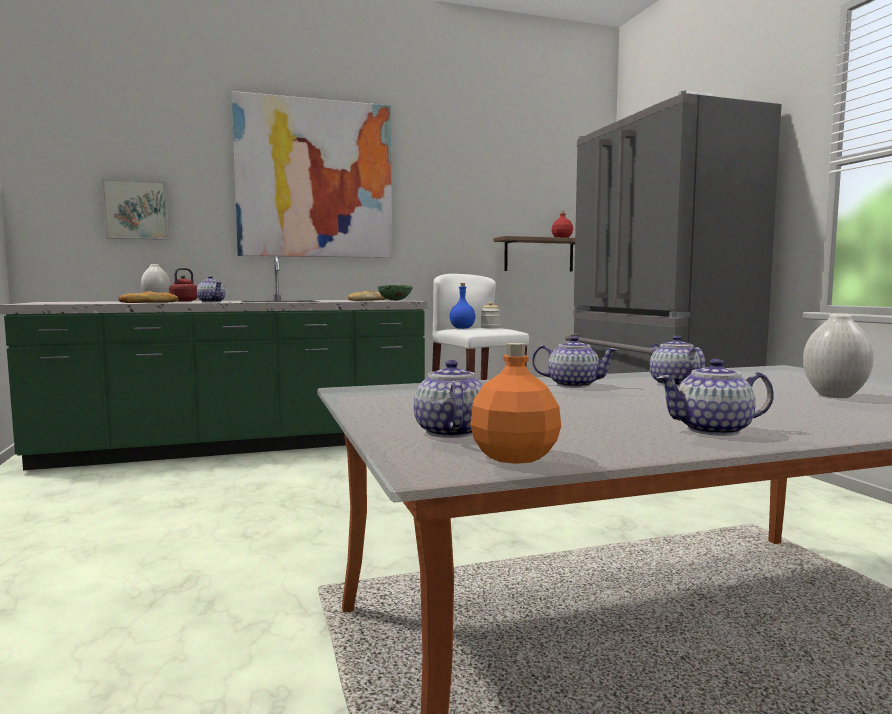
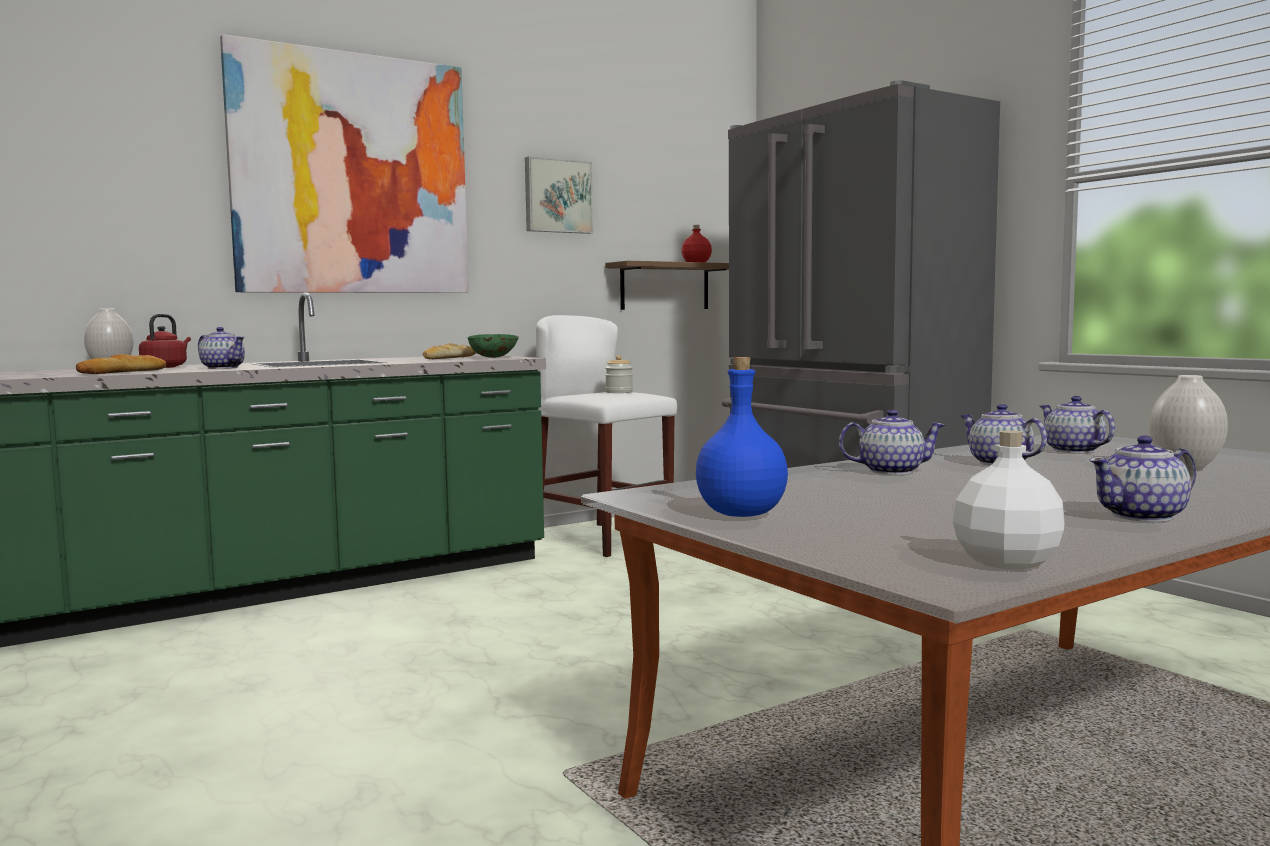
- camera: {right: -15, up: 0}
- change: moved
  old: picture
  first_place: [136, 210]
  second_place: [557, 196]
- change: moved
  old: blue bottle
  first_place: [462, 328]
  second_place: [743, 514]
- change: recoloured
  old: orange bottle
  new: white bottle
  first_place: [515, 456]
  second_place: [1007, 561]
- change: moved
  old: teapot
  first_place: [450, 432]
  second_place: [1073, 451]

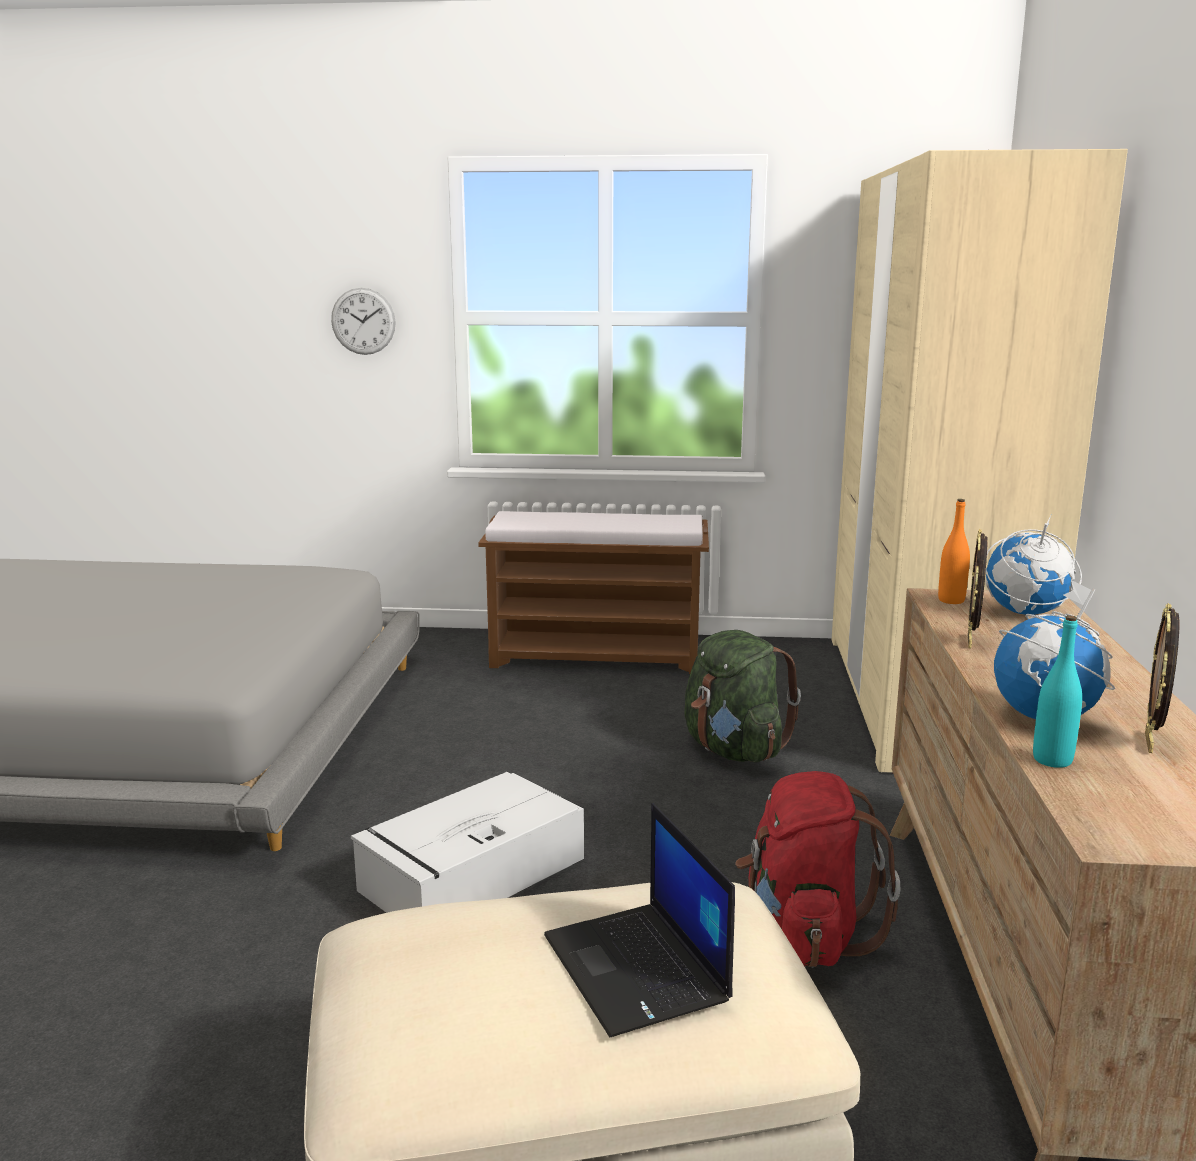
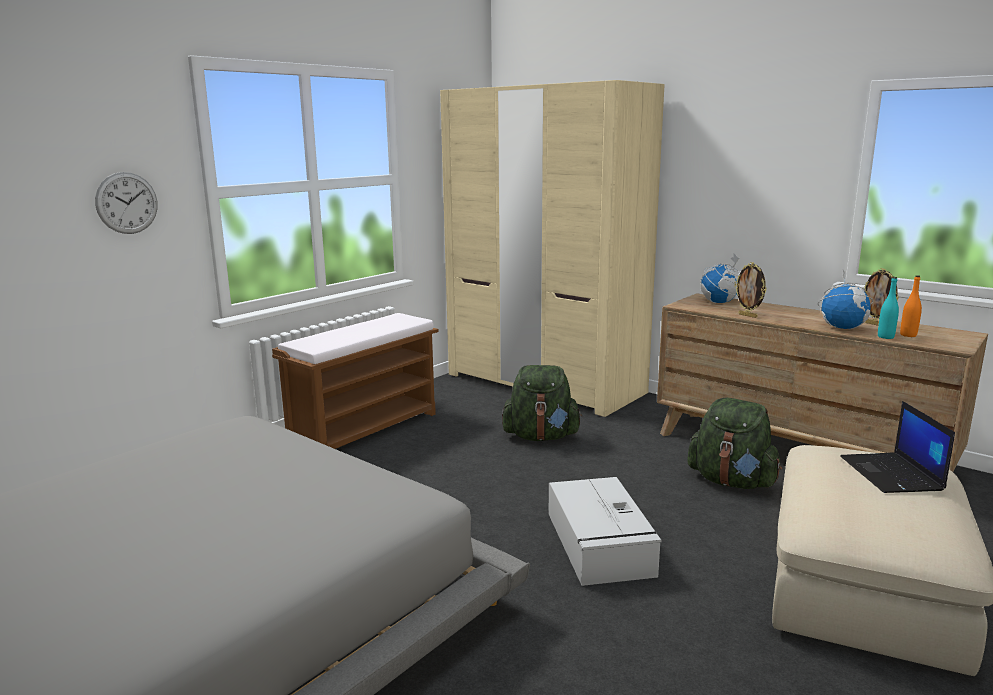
- camera: {right: -55, up: 0}
- change: moved
  old: orange bottle
  first_place: [951, 600]
  second_place: [908, 335]
- change: recoloured
  old: red backpack
  new: green backpack
  first_place: [804, 936]
  second_place: [732, 481]
- change: turned
  old: laptop
  first_place: [638, 969]
  second_place: [892, 474]
  degrees: 75

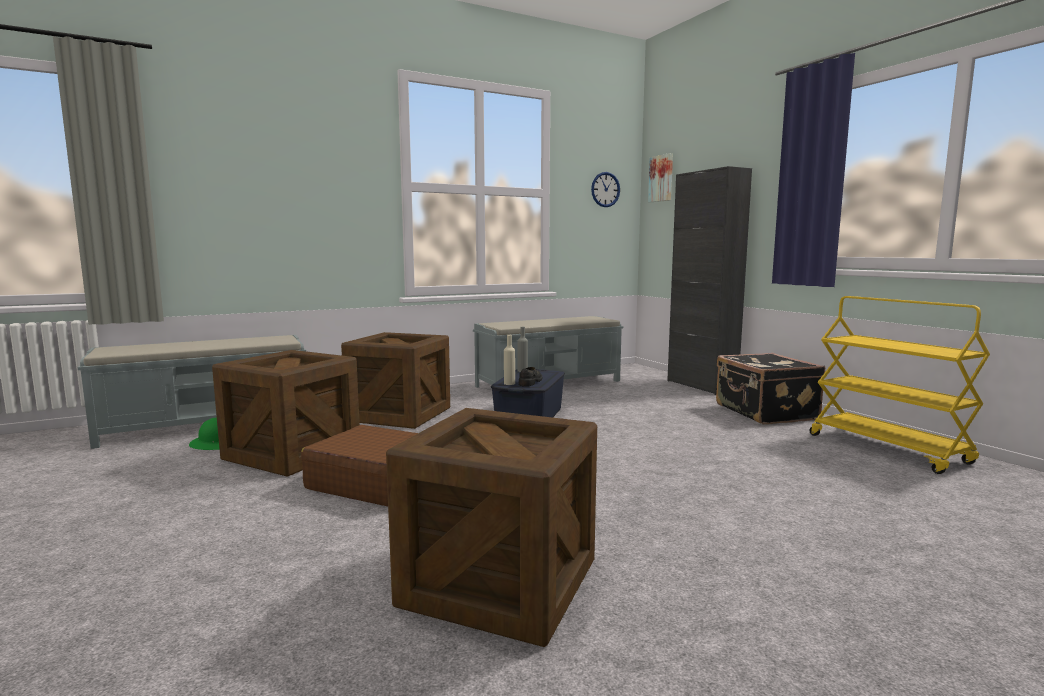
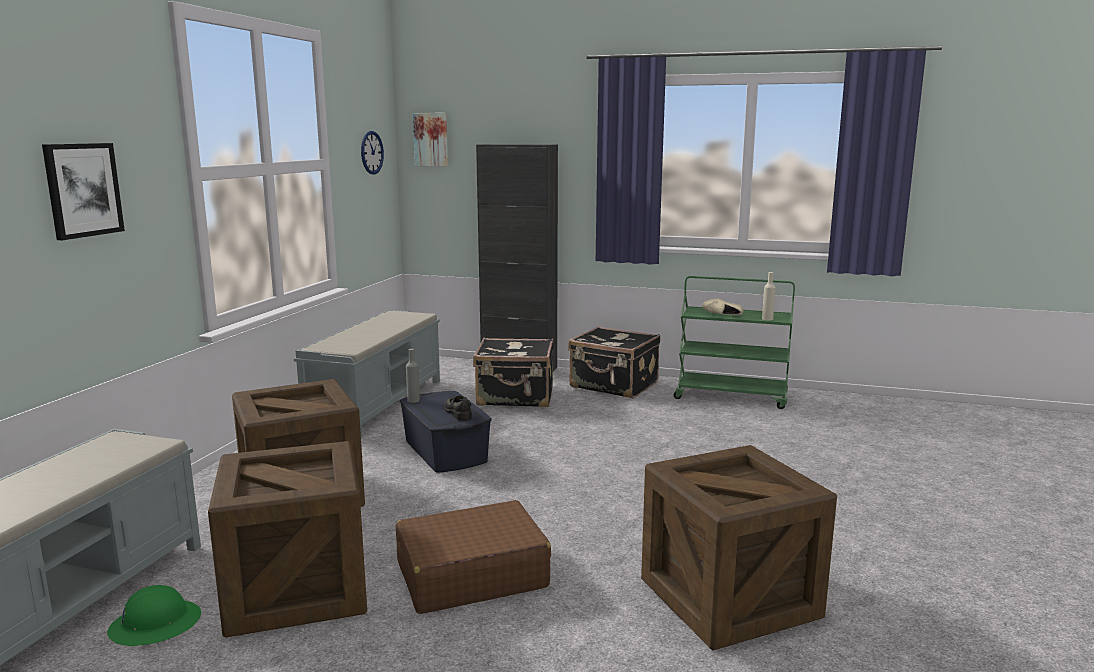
- camera: {right: -45, up: 5}
- change: recoloured
  old: yellow cart
  new: green cart
  first_place: [888, 449]
  second_place: [731, 397]
- change: moved
  old: beige bottle
  first_place: [509, 383]
  second_place: [767, 319]
- change: added
  new: picture
  second_place: [83, 190]
- change: added
  new: beige shoe
  second_place: [723, 315]
- change: added
  new: black suitcase
  second_place: [516, 397]

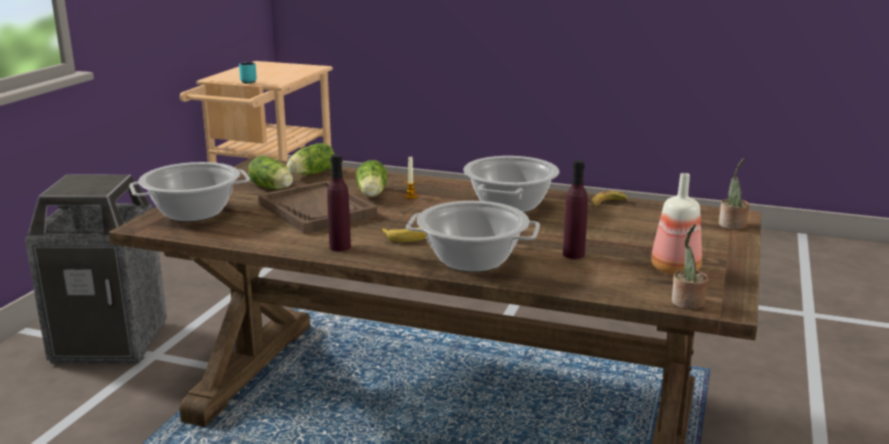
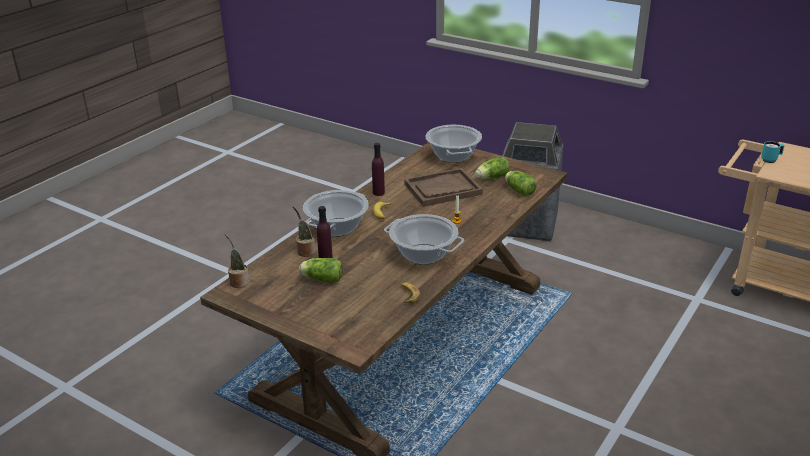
- camera: {right: 105, up: 10}
- change: moved
  old: potted plant
  first_place: [732, 225]
  second_place: [305, 251]
- change: moved
  old: lettuce
  first_place: [371, 195]
  second_place: [321, 279]
- change: removed
  old: bottle
  first_place: [675, 270]

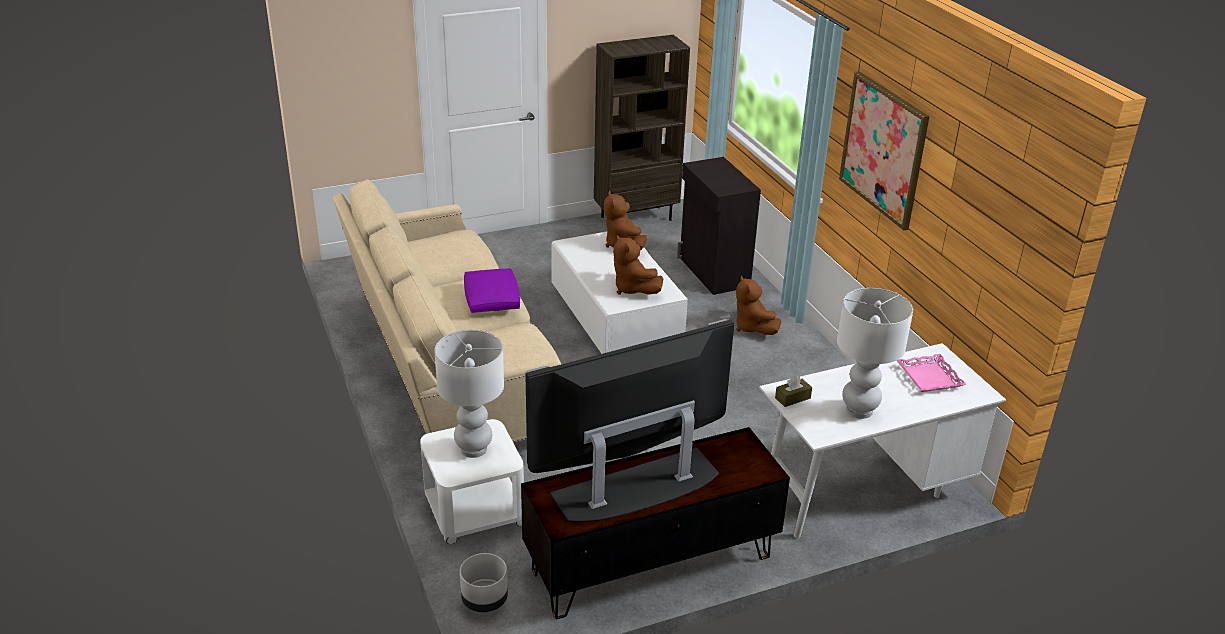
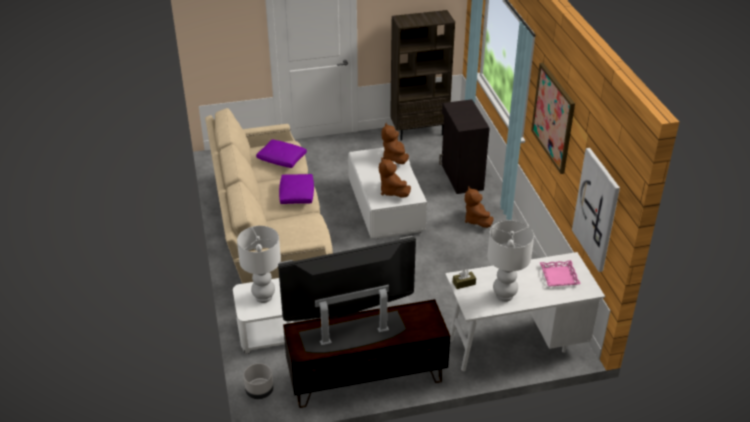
- camera: {right: 10, up: 5}
- change: added
  new: purple pillow
  second_place: [282, 159]
- change: added
  new: picture
  second_place: [597, 209]

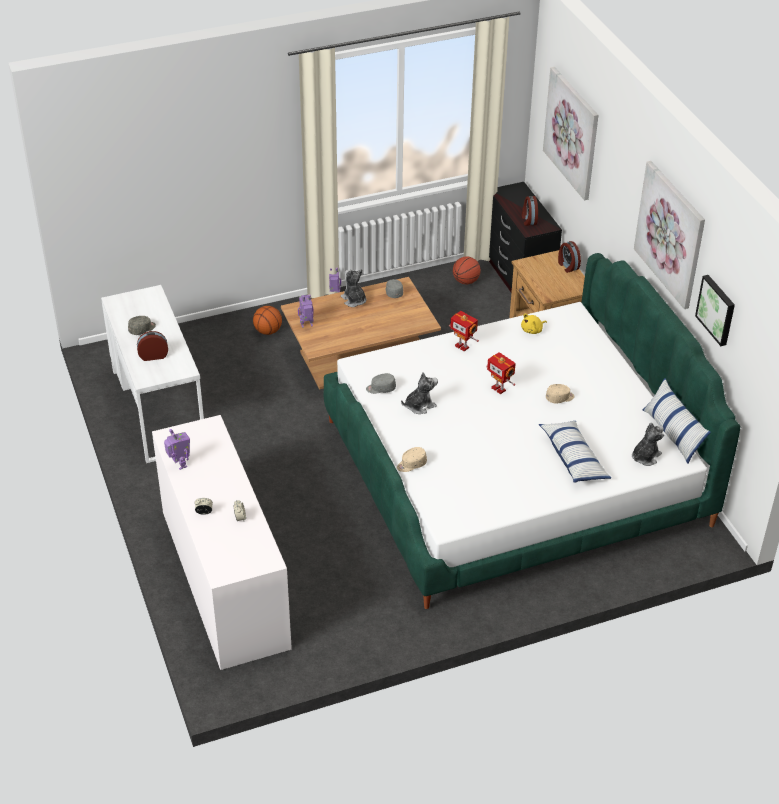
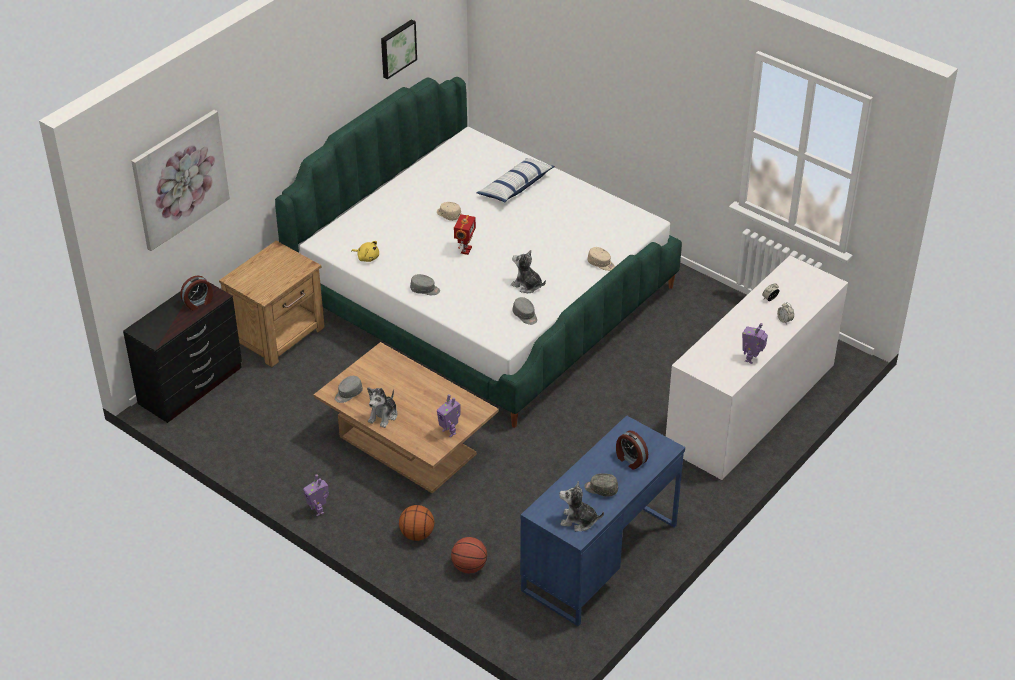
- camera: {right: -120, up: 0}
- change: removed
  old: picture
  first_place: [670, 234]
- change: removed
  old: alarm clock
  first_place: [567, 266]
- change: moved
  old: basketball
  first_place: [466, 281]
  second_place: [469, 566]
- change: recoloured
  old: white desk
  new: blue desk
  first_place: [159, 408]
  second_place: [599, 557]
- change: replaced
  old: toy robot
  new: grey cap
  first_place: [462, 346]
  second_place: [425, 290]
- change: removed
  old: pillow
  first_place: [672, 433]
- change: moved
  old: plush toy
  first_place: [645, 456]
  second_place: [578, 521]

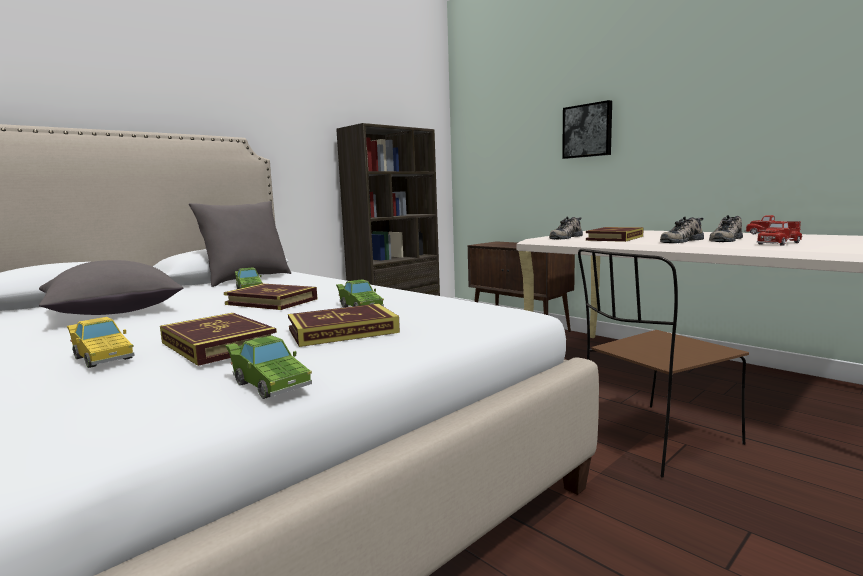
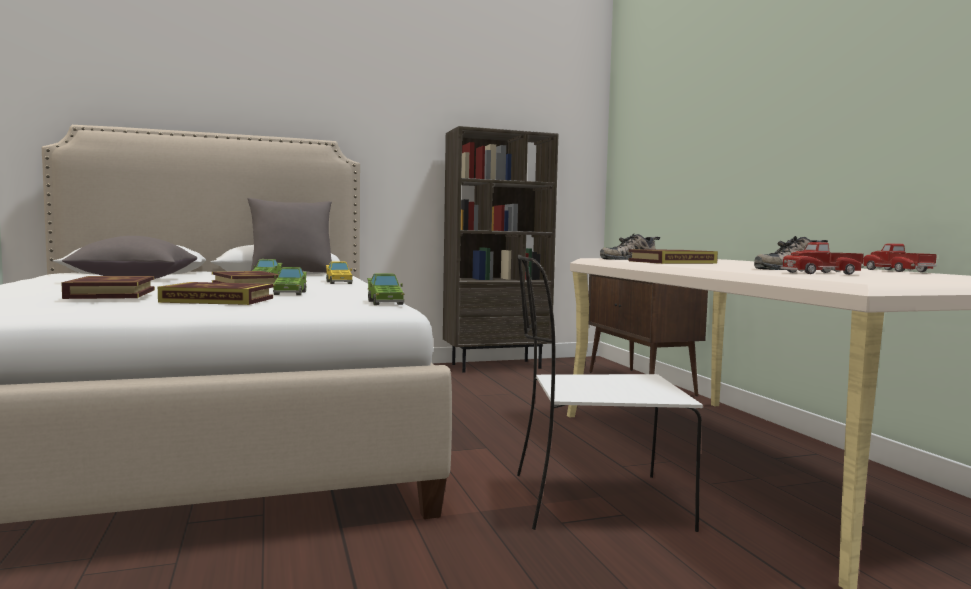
- camera: {right: 25, up: -5}
- change: removed
  old: picture
  first_place: [587, 131]
- change: removed
  old: shoe
  first_place: [680, 240]
- change: recoloured
  old: brown chair
  new: white chair
  first_place: [653, 439]
  second_place: [593, 502]
- change: moved
  old: yellow toy car
  first_place: [102, 357]
  second_place: [338, 282]
- change: moved
  old: green toy car
  first_place: [268, 383]
  second_place: [384, 302]

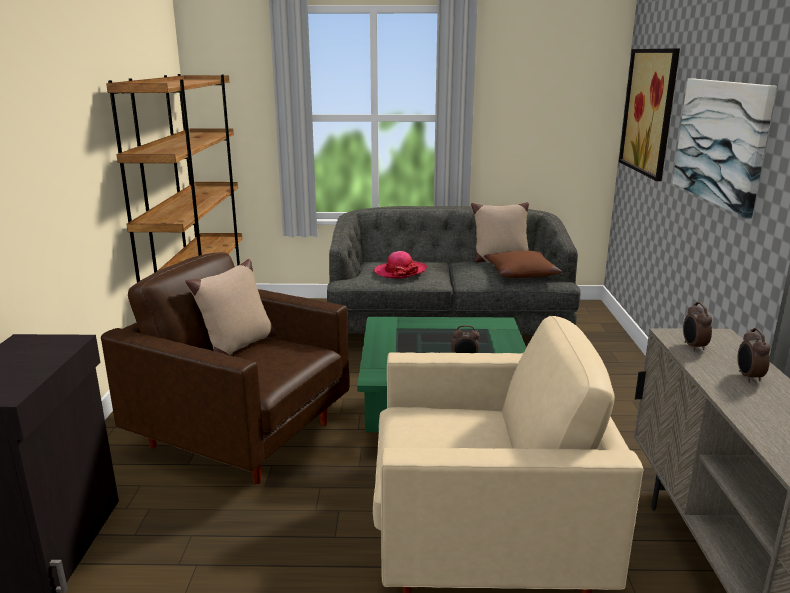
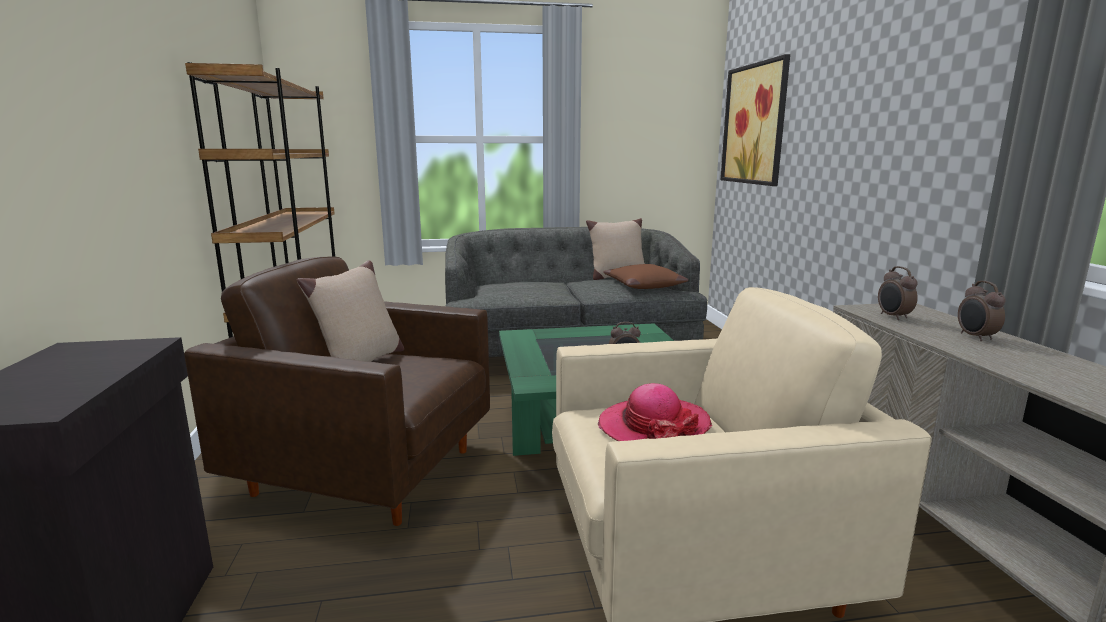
- camera: {right: -10, up: -5}
- change: removed
  old: picture
  first_place: [720, 142]
- change: moved
  old: hat
  first_place: [400, 272]
  second_place: [653, 426]

